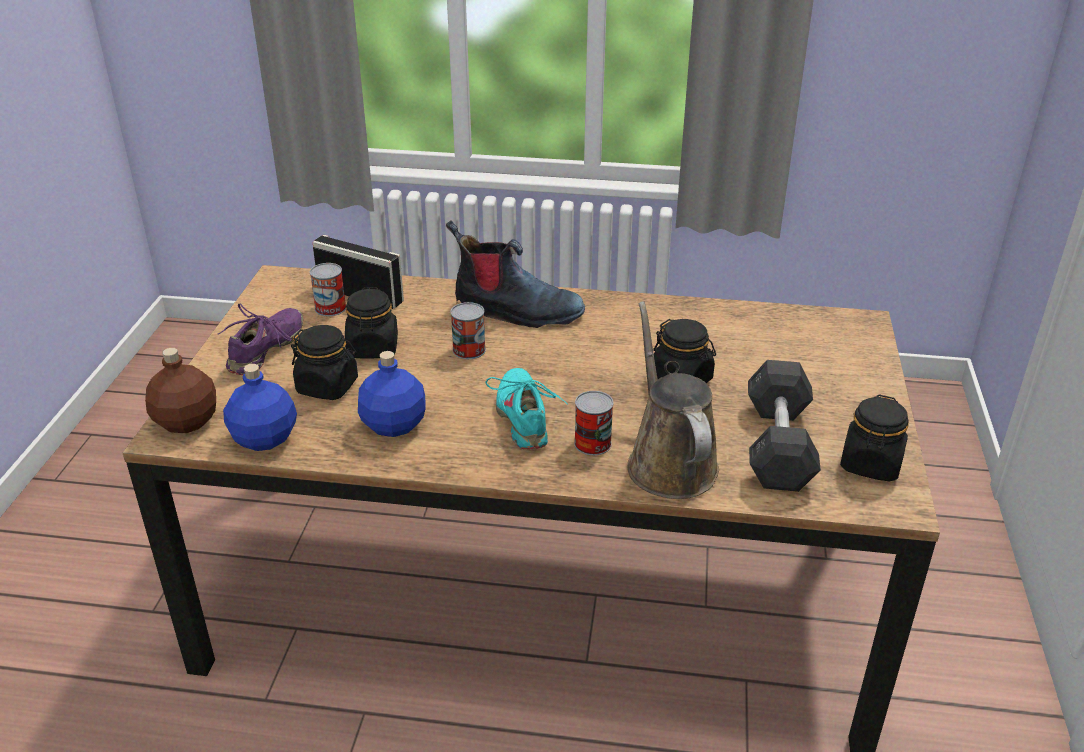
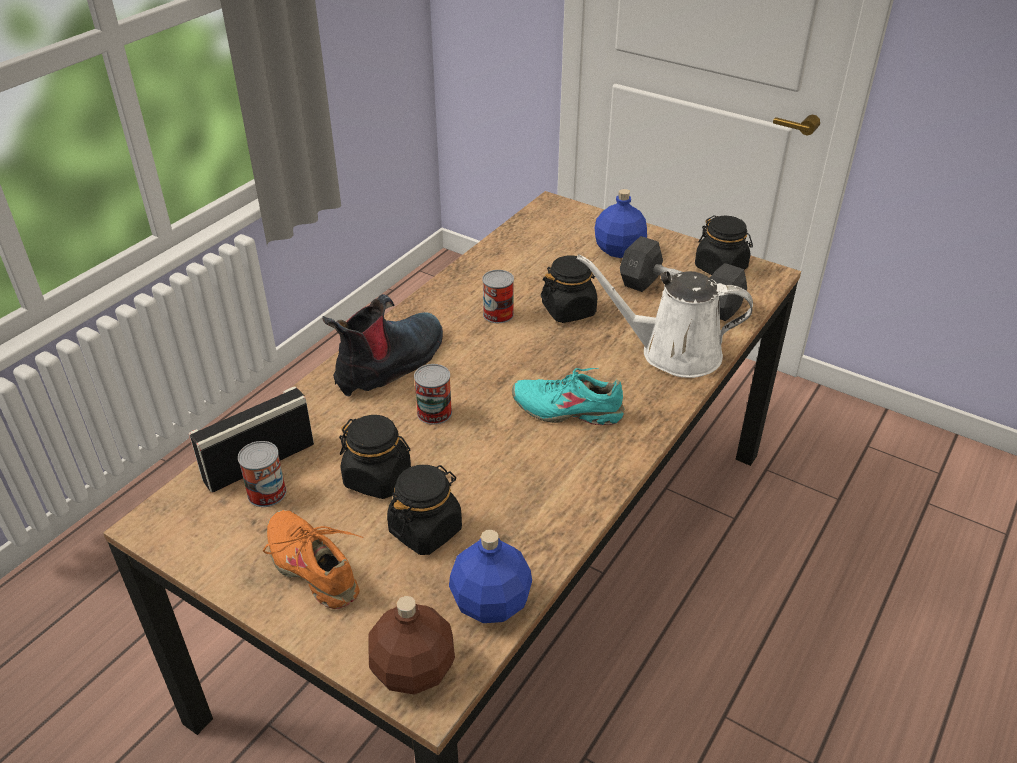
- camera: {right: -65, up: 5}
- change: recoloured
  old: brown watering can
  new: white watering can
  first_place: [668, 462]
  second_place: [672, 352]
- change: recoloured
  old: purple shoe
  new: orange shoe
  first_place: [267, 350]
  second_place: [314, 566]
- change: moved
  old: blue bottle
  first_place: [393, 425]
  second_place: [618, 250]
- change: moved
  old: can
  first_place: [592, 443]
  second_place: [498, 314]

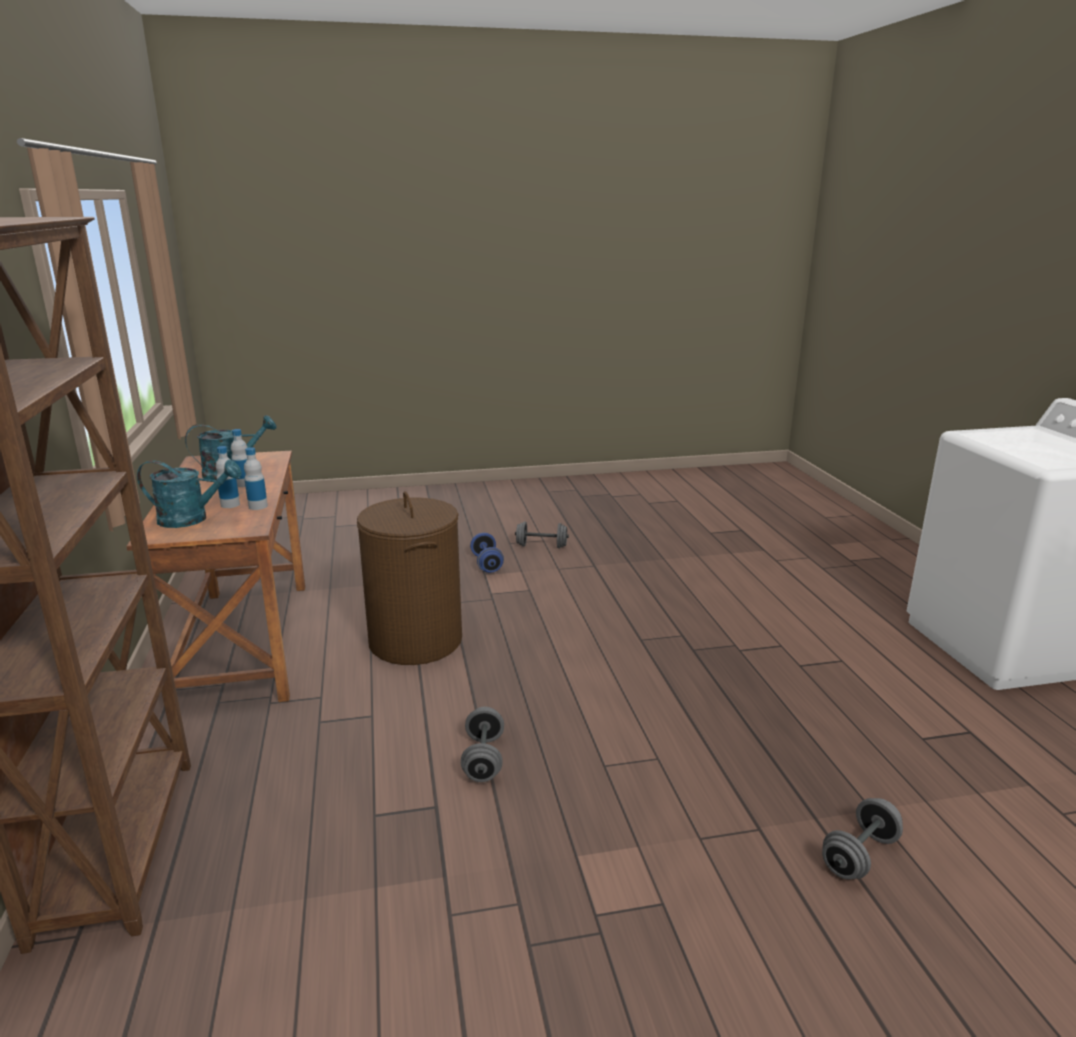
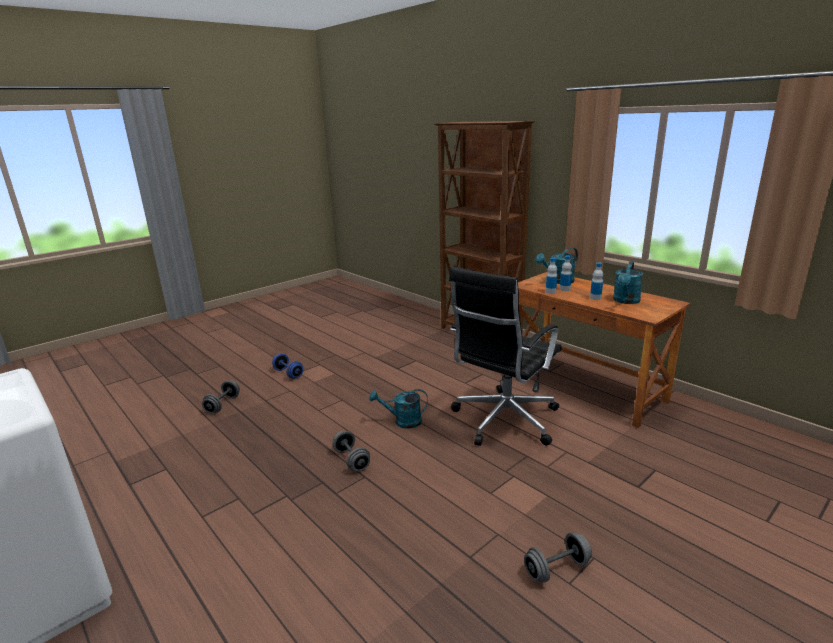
- camera: {right: 150, up: 0}
- change: replaced
  old: brown laundry basket
  new: black office chair
  first_place: [416, 641]
  second_place: [503, 420]
- change: moved
  old: blue dumbbell
  first_place: [487, 564]
  second_place: [288, 373]
- change: moved
  old: grey dumbbell
  first_place: [483, 759]
  second_place: [351, 460]
- change: added
  new: turquoise watering can
  second_place: [402, 421]

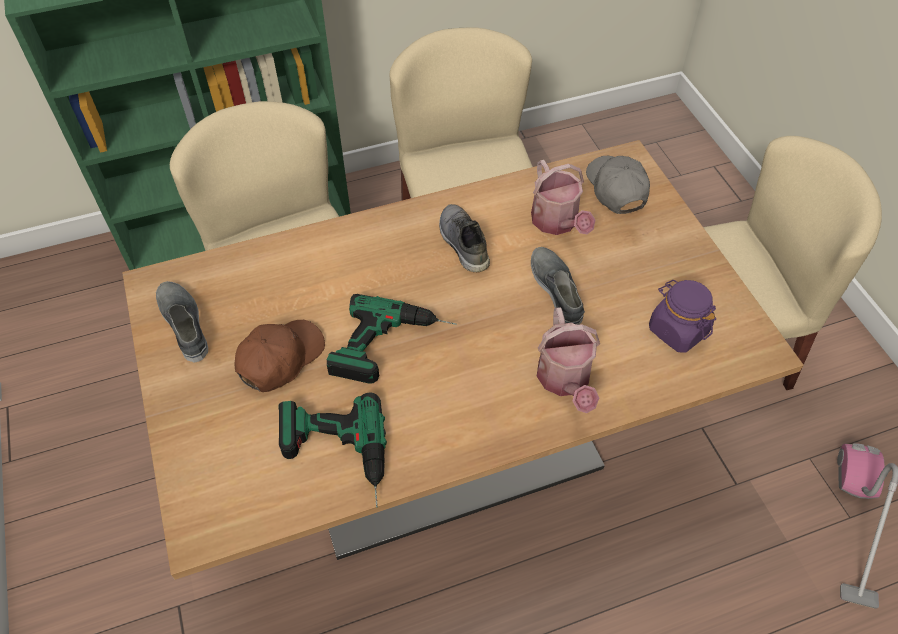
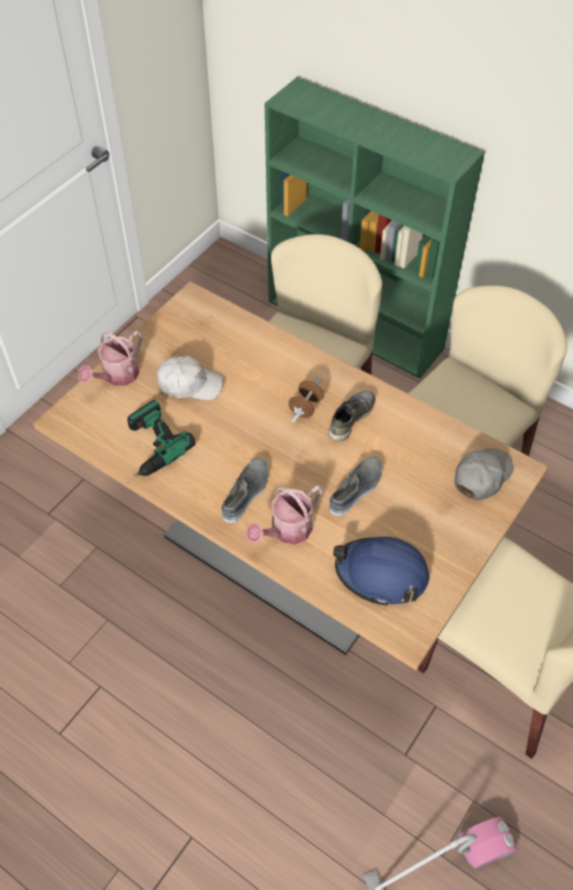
- camera: {right: 55, up: 0}
- change: moved
  old: watering can
  first_place: [557, 223]
  second_place: [117, 376]
- change: replaced
  old: purple jar
  new: blue hard hat
  first_place: [677, 330]
  second_place: [381, 574]
- change: moved
  old: grey shoe
  first_place: [184, 324]
  second_place: [246, 493]
- change: removed
  old: power drill
  first_place: [394, 347]
- change: recoloured
  old: brown cap
  new: white cap
  first_place: [280, 359]
  second_place: [189, 384]
- change: added
  new: brown dumbbell
  second_place: [305, 408]

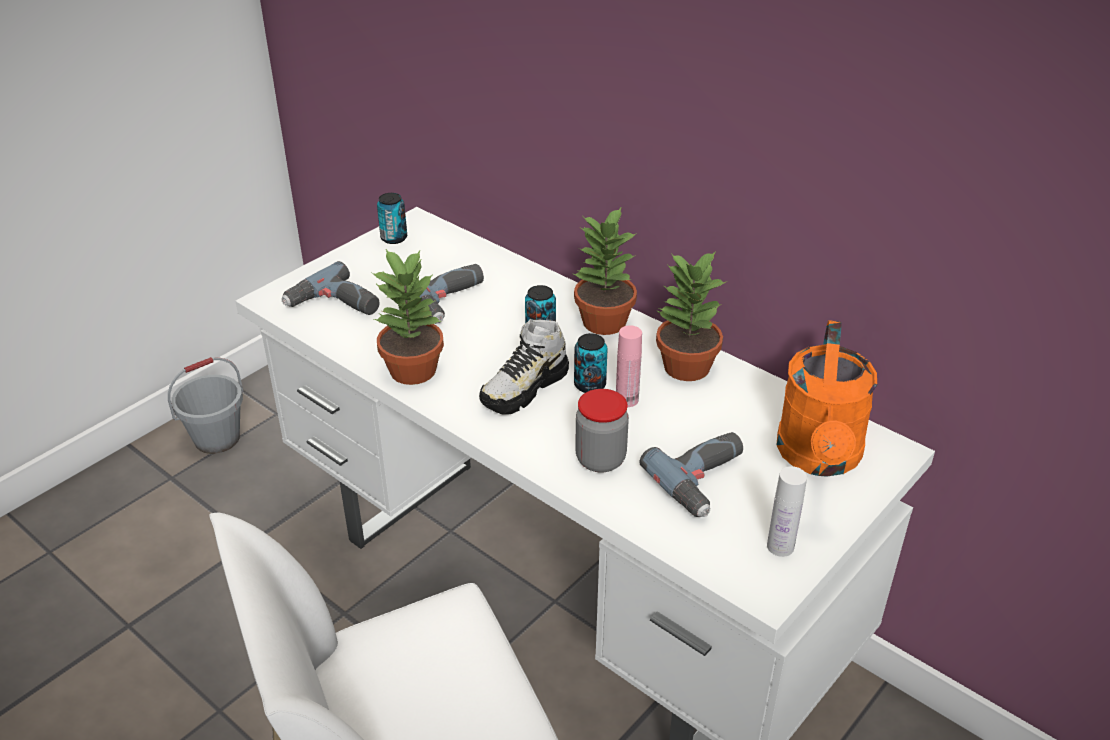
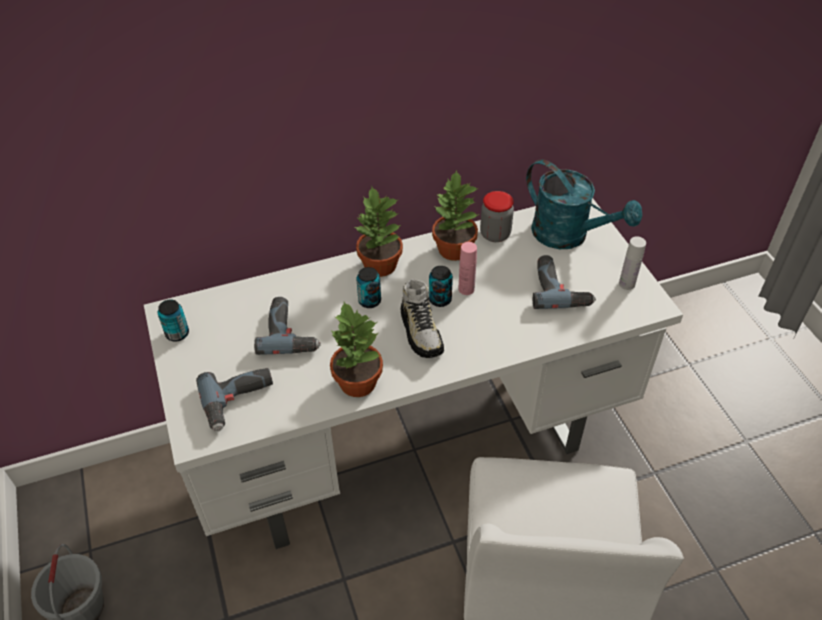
- camera: {right: -60, up: 10}
- change: recoloured
  old: orange watering can
  new: turquoise watering can
  first_place: [819, 458]
  second_place: [569, 236]
- change: moved
  old: jar
  first_place: [600, 459]
  second_place: [495, 234]

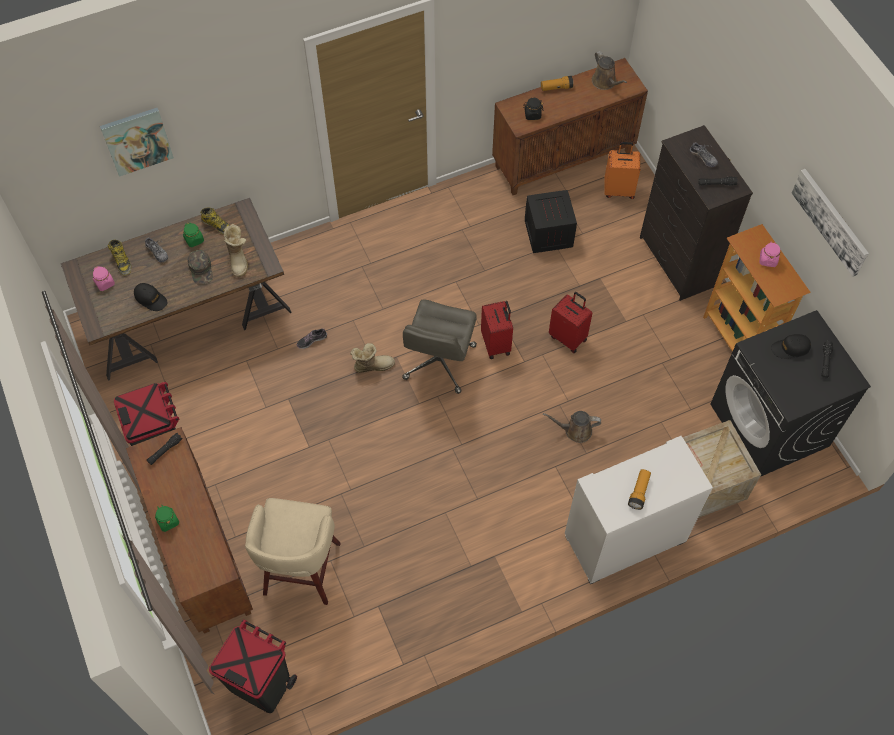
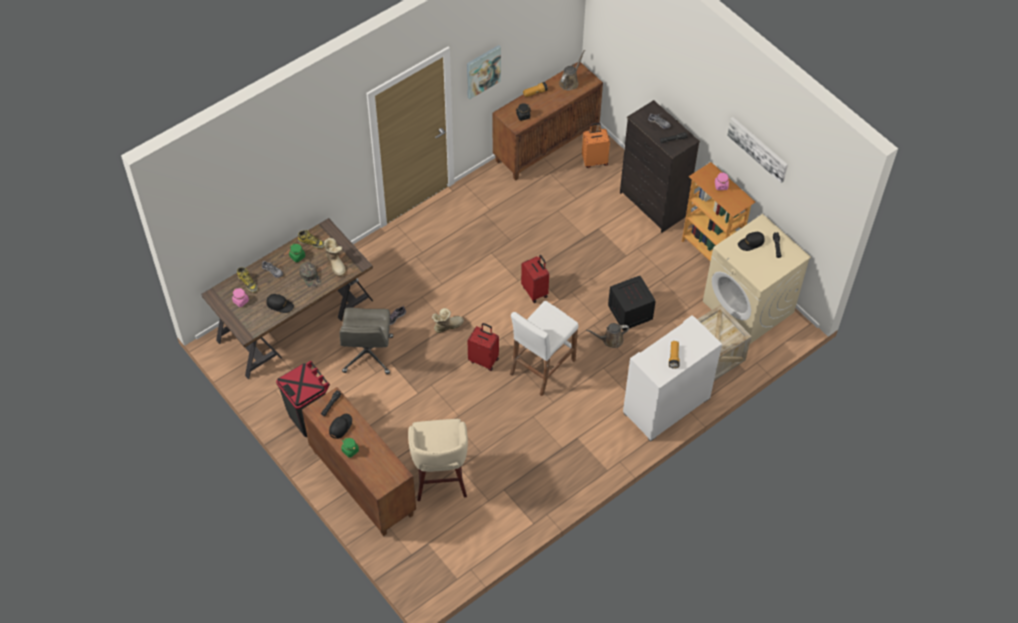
- camera: {right: -15, up: -5}
- change: turned
  old: brown watering can
  first_place: [605, 82]
  second_place: [570, 82]
  degrees: -105
- change: moved
  old: picture
  first_place: [137, 140]
  second_place: [483, 71]
- change: moved
  old: crate
  first_place: [549, 234]
  second_place: [630, 312]
- change: moved
  old: red suitcase
  first_place: [568, 337]
  second_place: [484, 359]
- change: moved
  old: grey office chair
  first_place: [439, 363]
  second_place: [368, 355]
- change: recoloured
  old: black washing machine
  new: beige washing machine
  first_place: [770, 425]
  second_place: [748, 307]
- change: removed
  old: black trash can
  first_place: [262, 684]
- change: added
  new: white stool
  second_place: [542, 367]
- change: added
  new: black cap
  second_place: [340, 427]

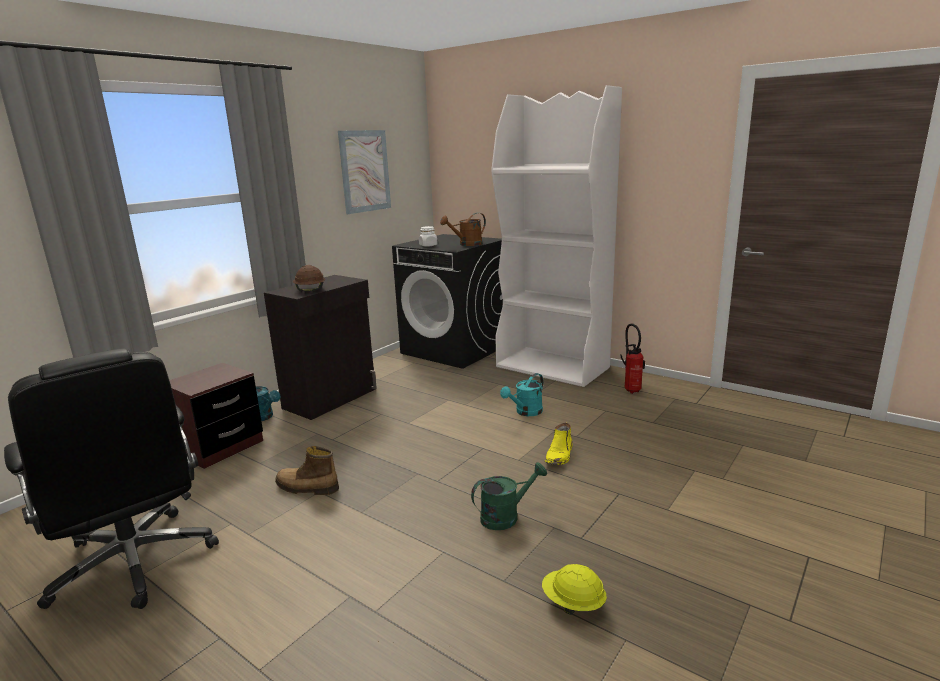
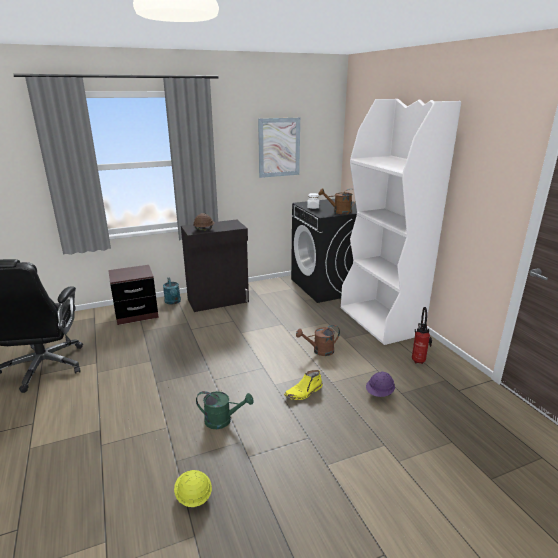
- camera: {right: 30, up: 5}
- change: recoloured
  old: turquoise watering can
  new: brown watering can
  first_place: [525, 412]
  second_place: [319, 351]
- change: removed
  old: boot
  first_place: [306, 488]
- change: added
  new: purple hard hat
  second_place: [379, 393]

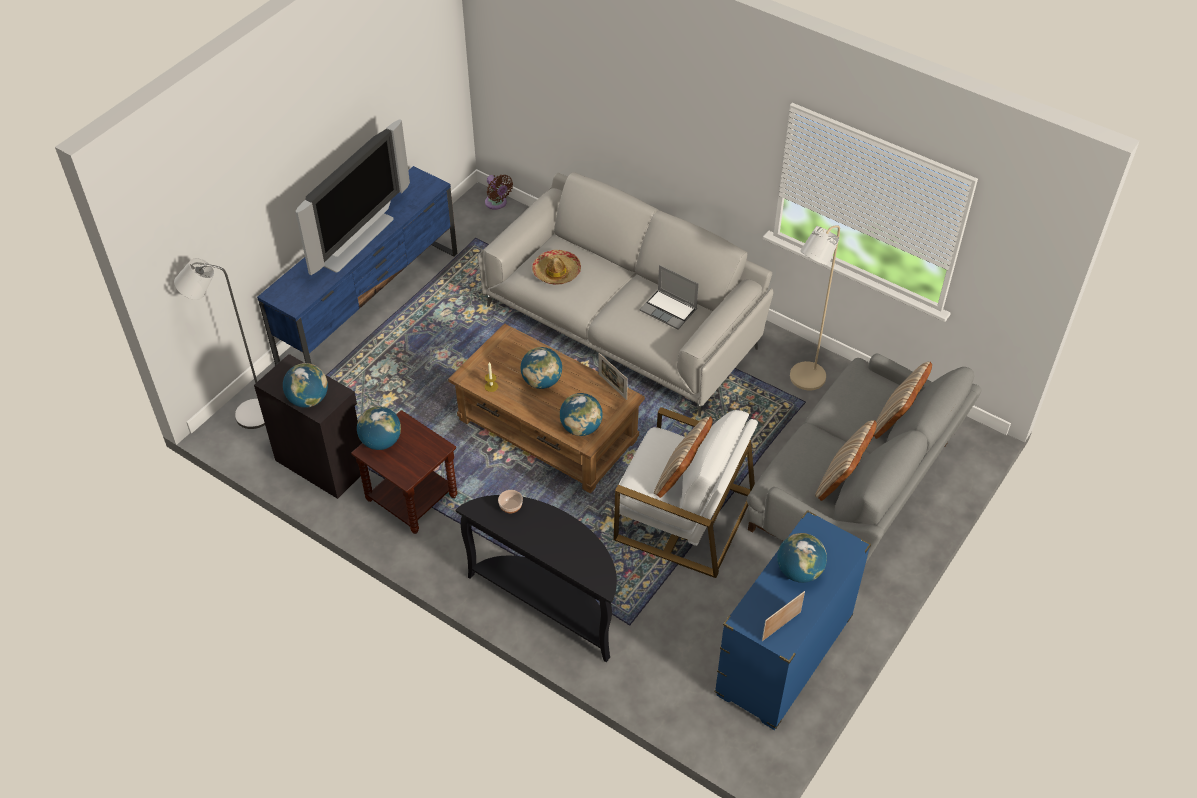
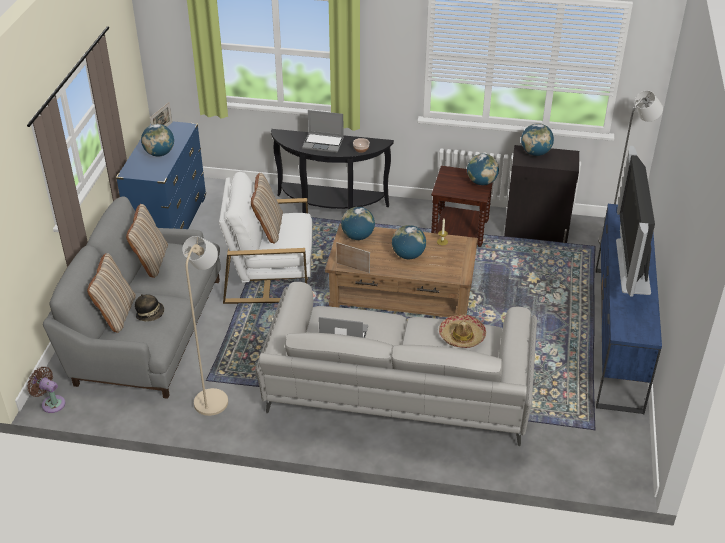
- camera: {right: 155, up: -10}
- change: moved
  old: brown fan
  first_place: [497, 203]
  second_place: [51, 403]
- change: added
  new: laptop
  second_place: [323, 143]
- change: added
  new: hat
  second_place: [150, 314]

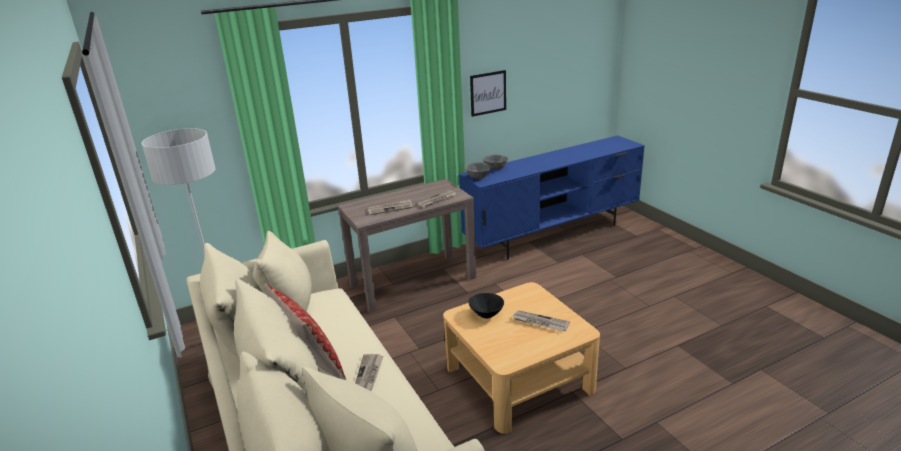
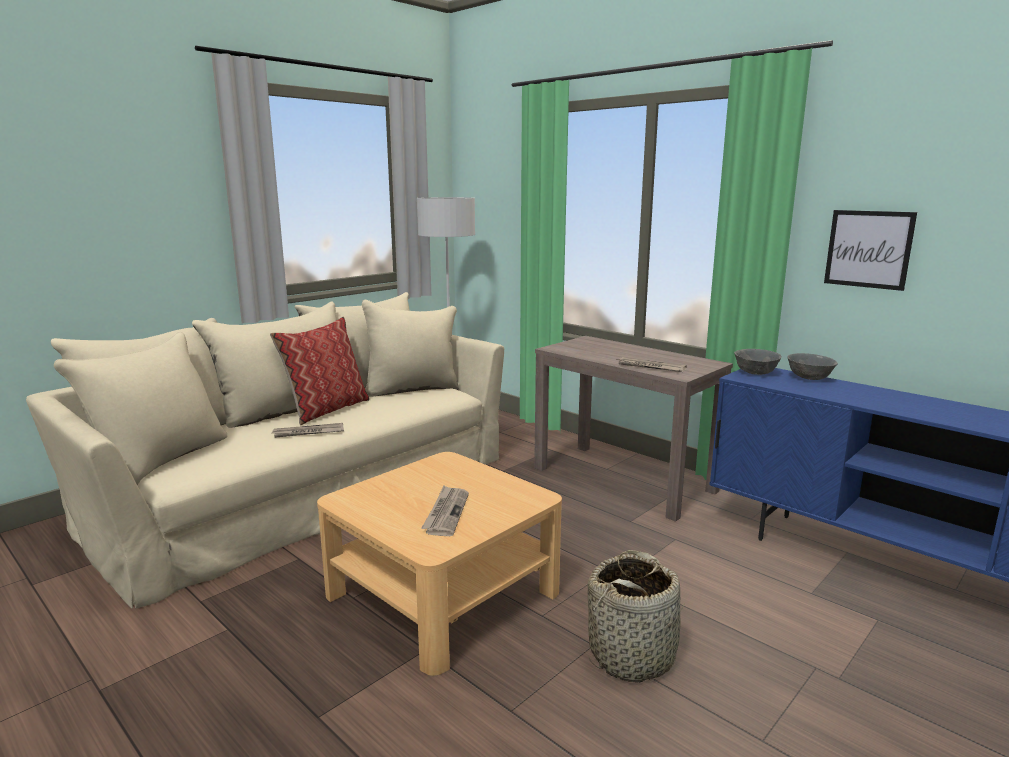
- camera: {right: 70, up: -10}
- change: removed
  old: newspaper
  first_place: [390, 208]
- change: removed
  old: black bowl
  first_place: [486, 314]
- change: added
  new: basket
  second_place: [632, 655]

